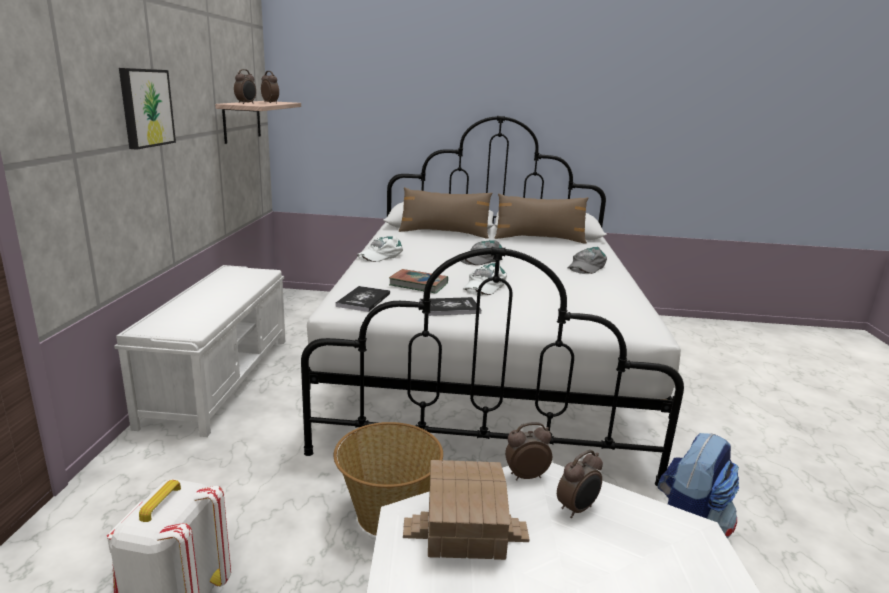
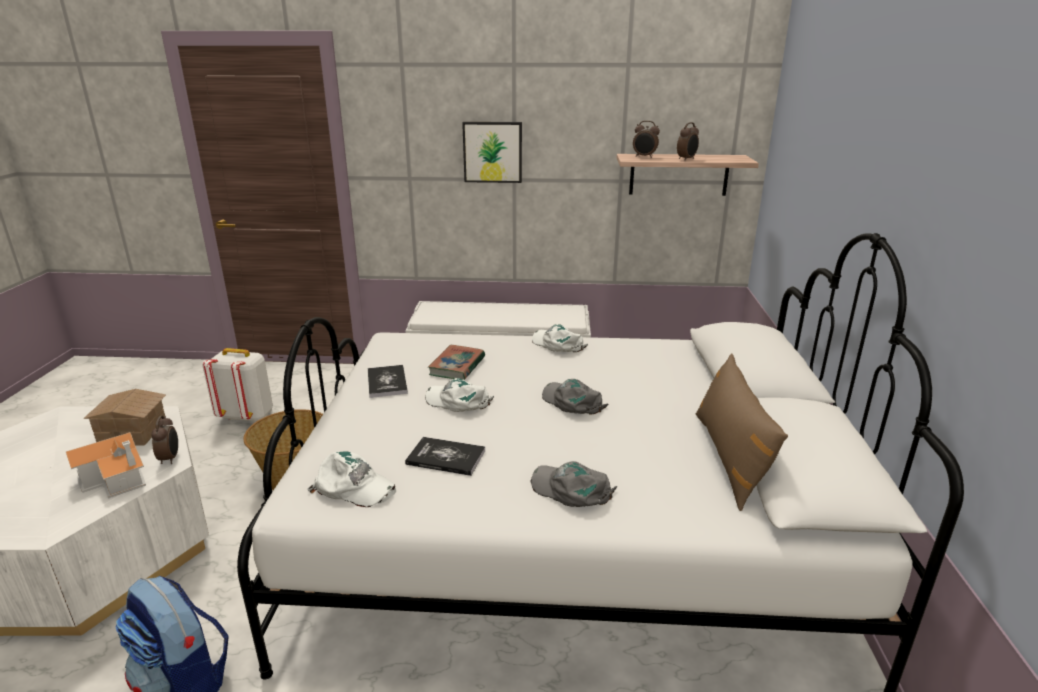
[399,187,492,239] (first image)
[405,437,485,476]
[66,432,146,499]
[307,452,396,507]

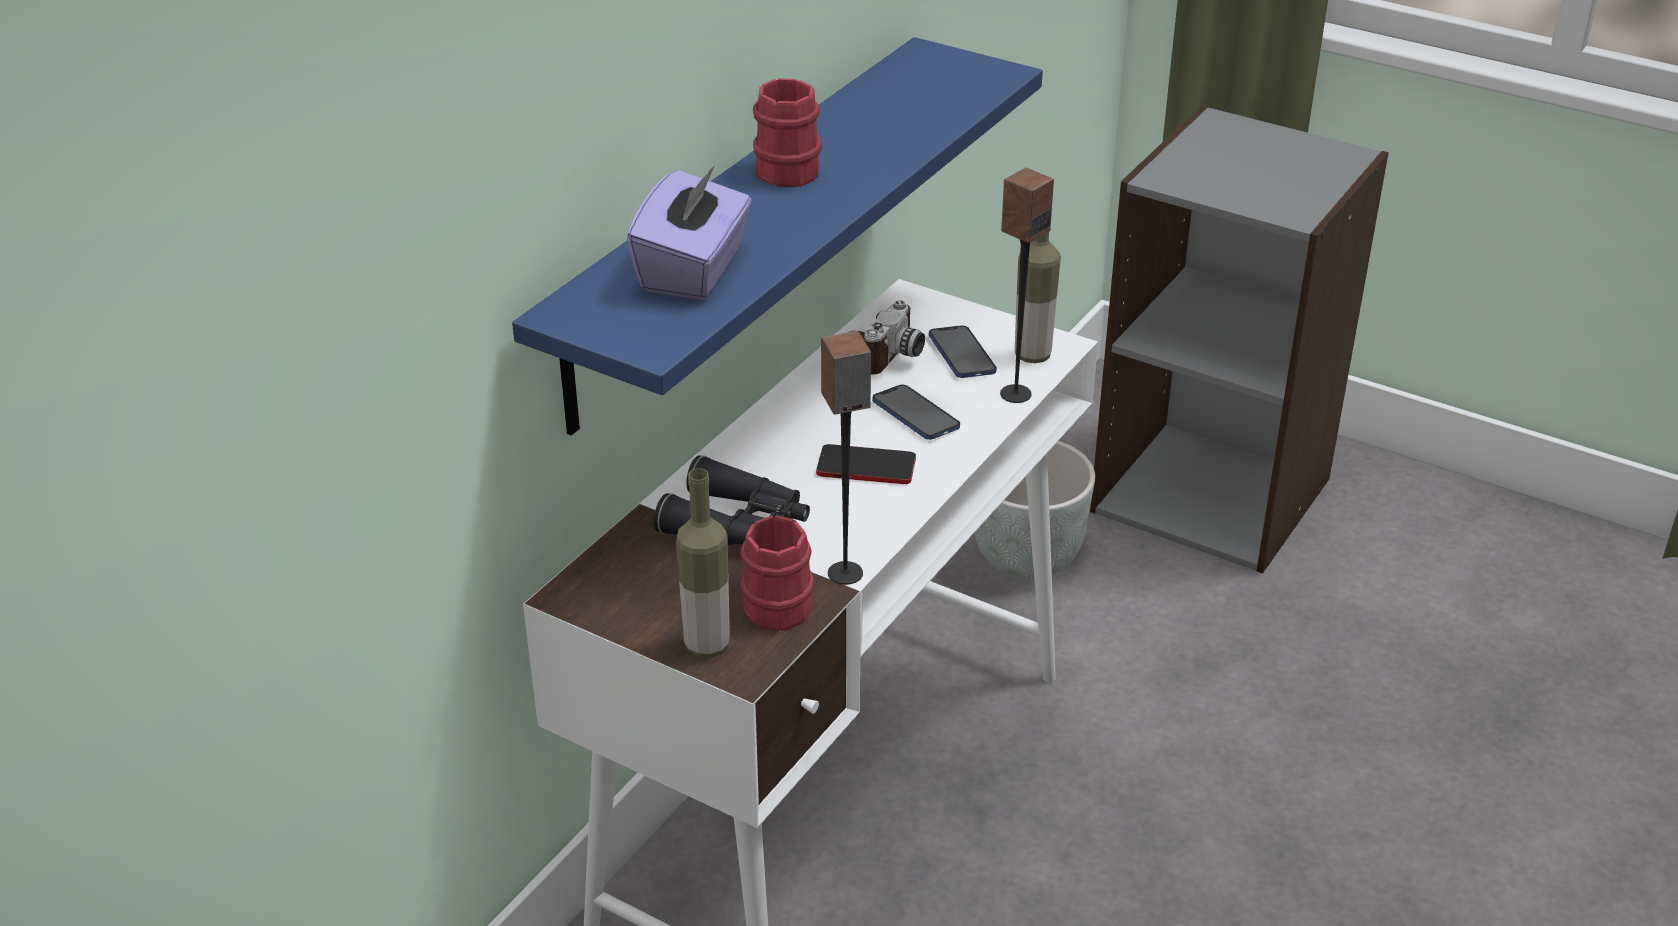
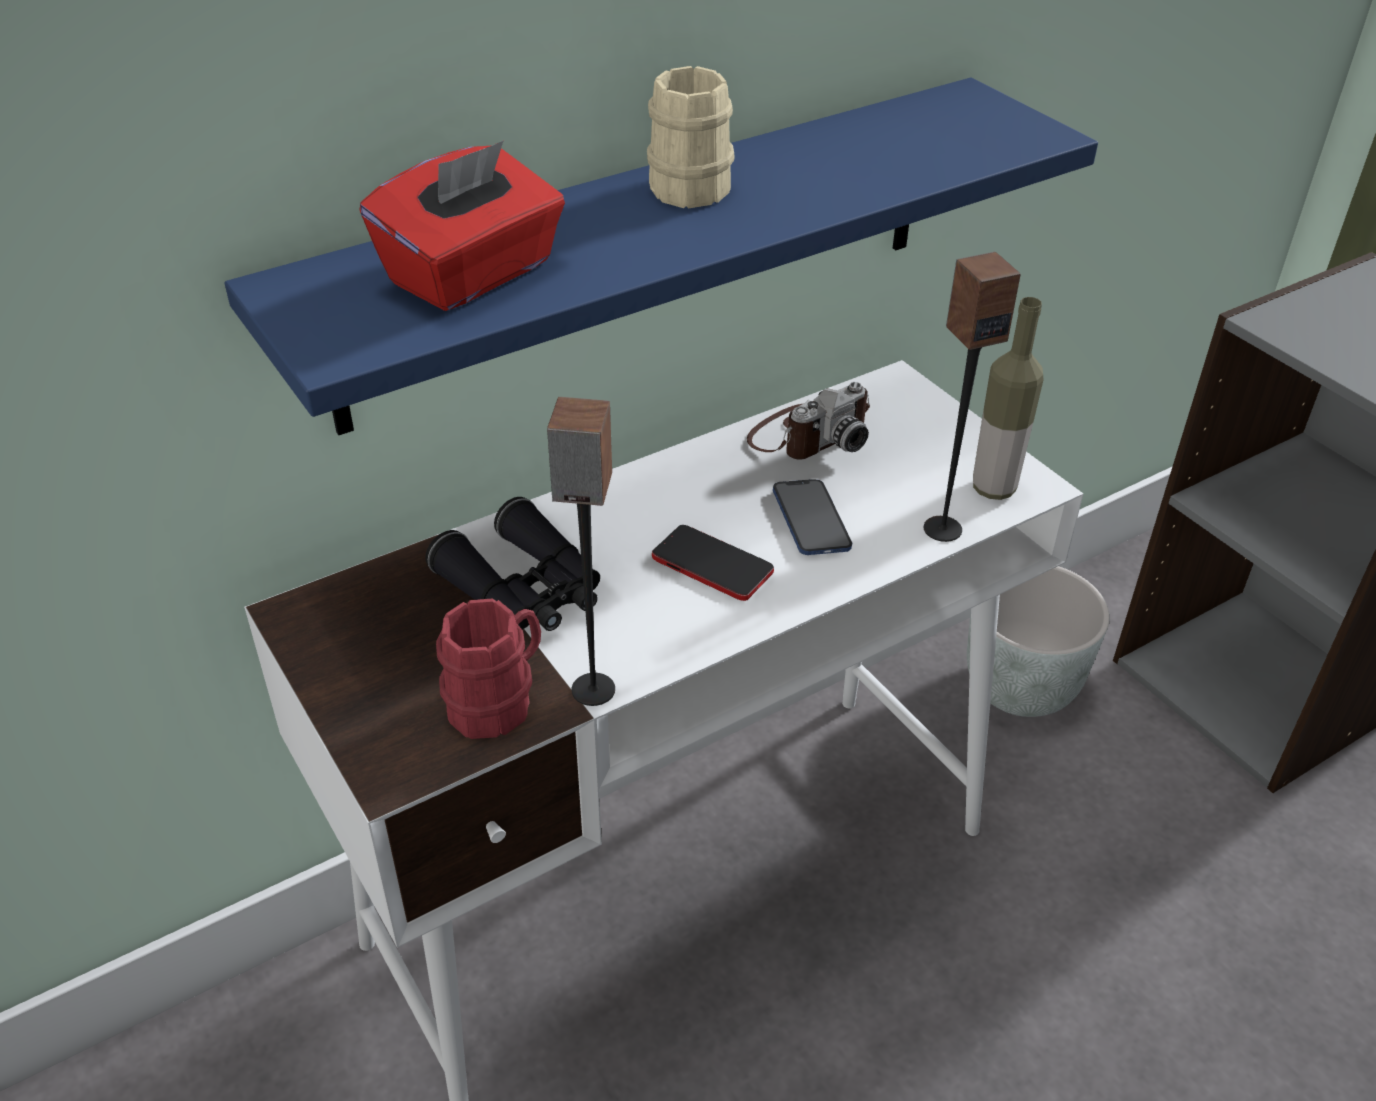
[647,66,735,209]
[360,141,565,311]
[928,325,997,378] (first image)
[676,469,730,658] (first image)

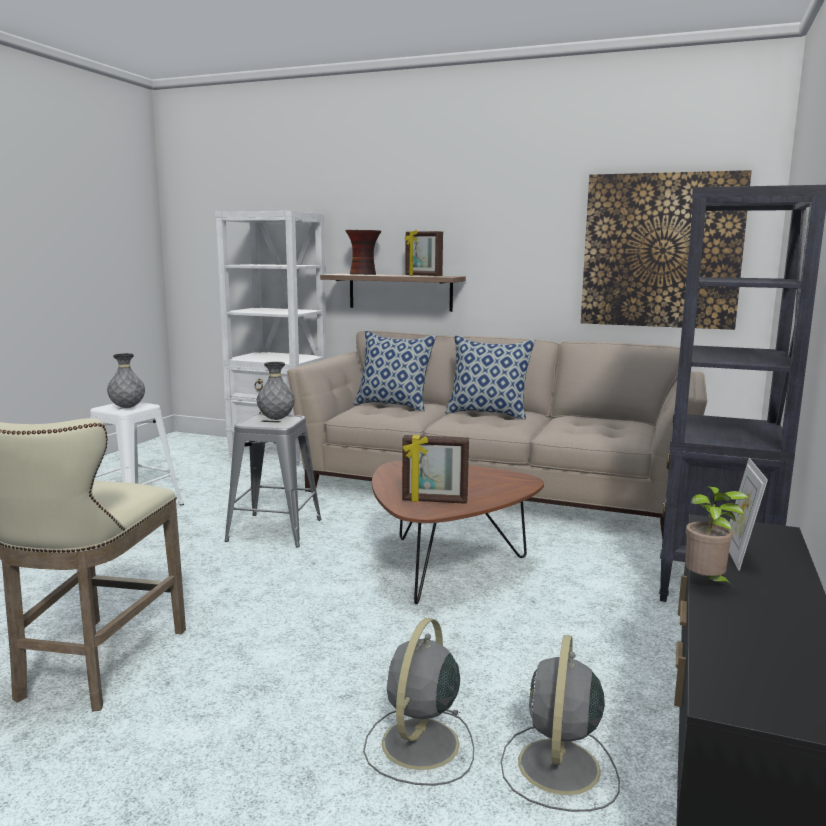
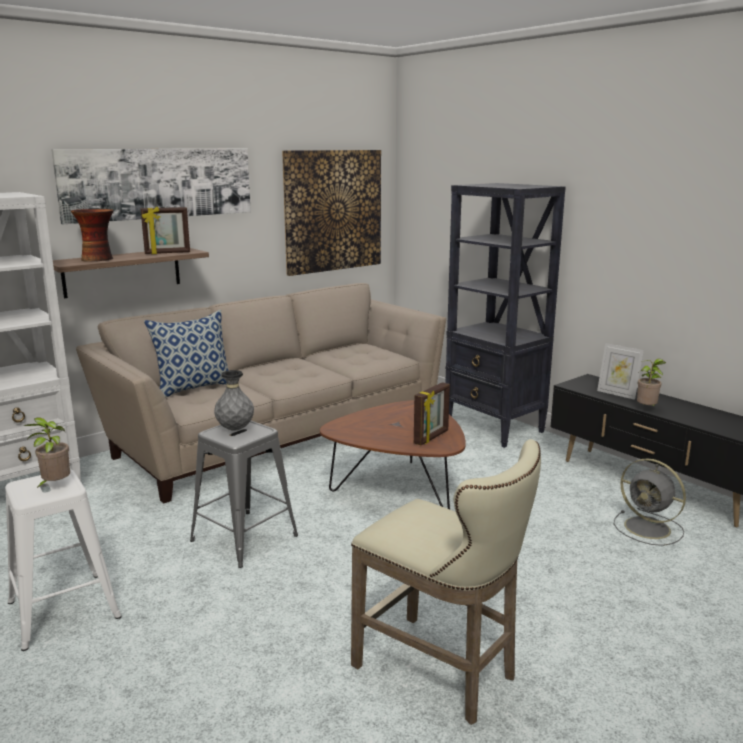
[446,336,535,420] (first image)
[23,418,70,489]
[363,618,474,786] (first image)
[51,149,251,224]

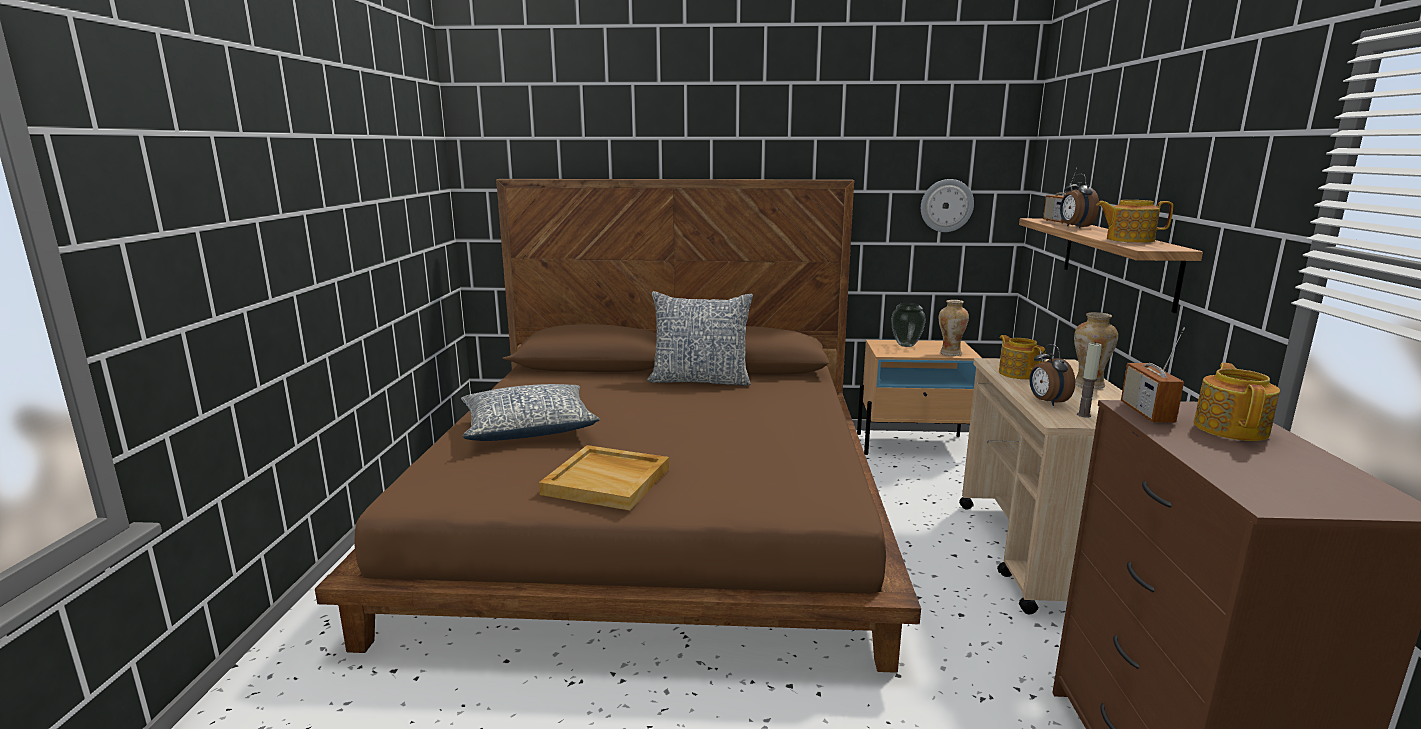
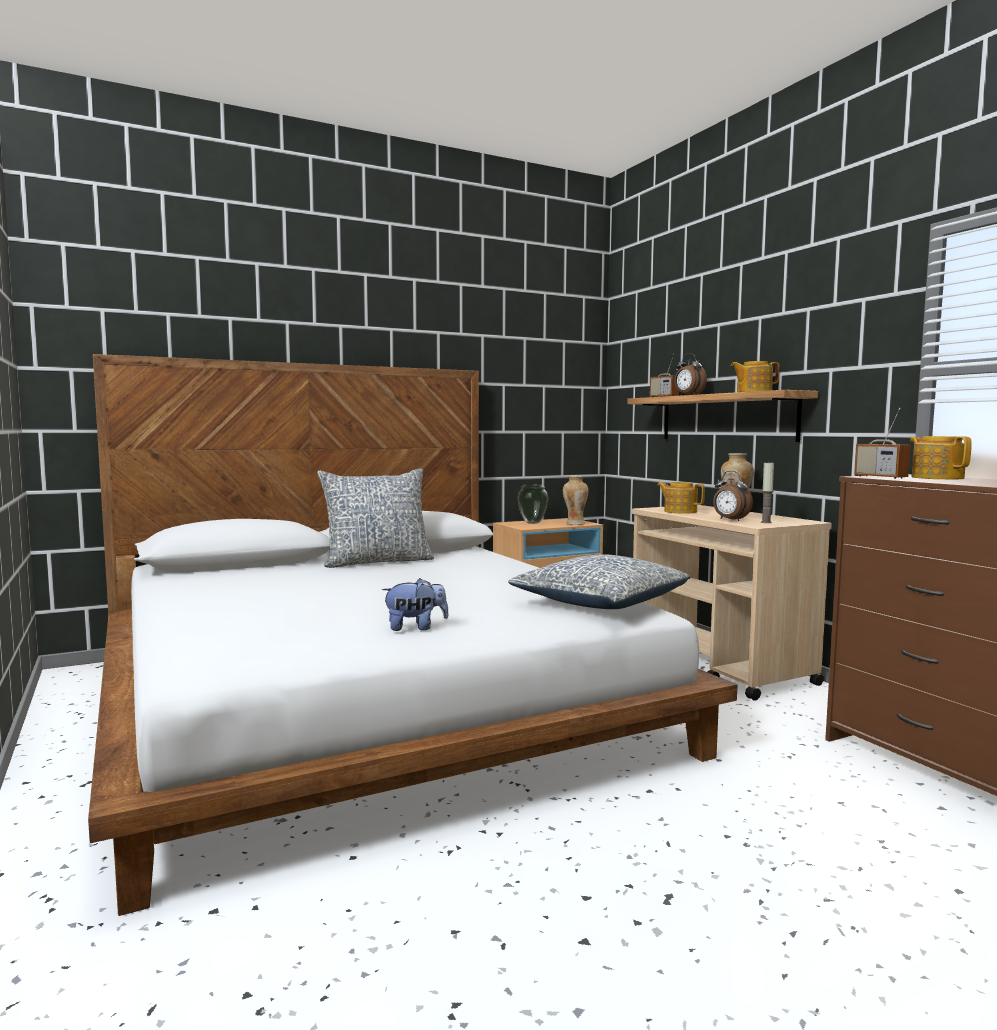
[88,354,738,916]
[921,179,974,232] (first image)
[508,554,691,609]
[382,578,449,631]

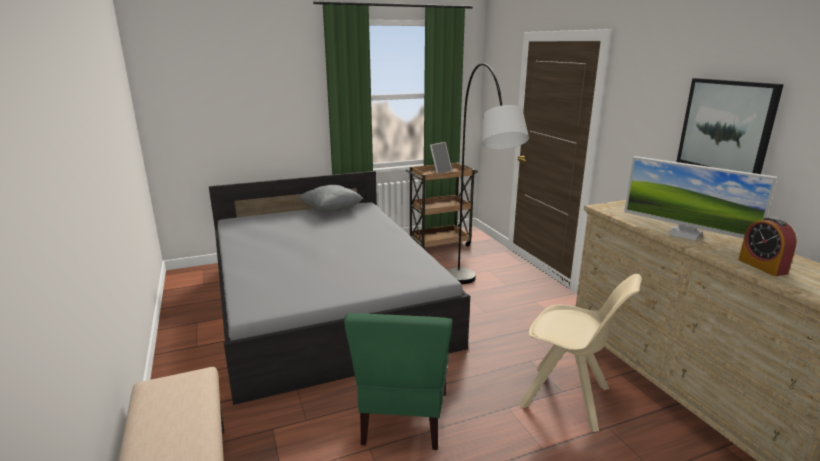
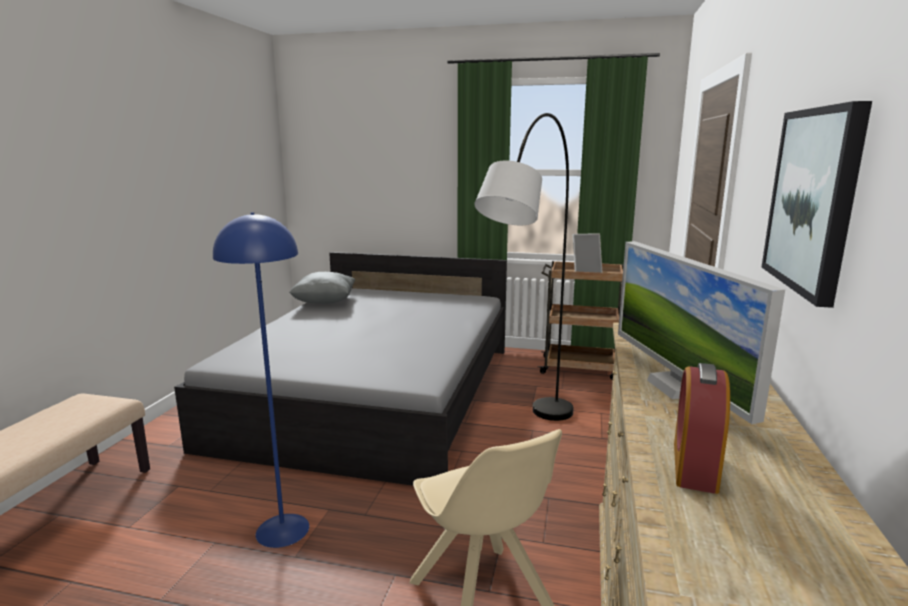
[289,272,355,304]
[213,212,309,548]

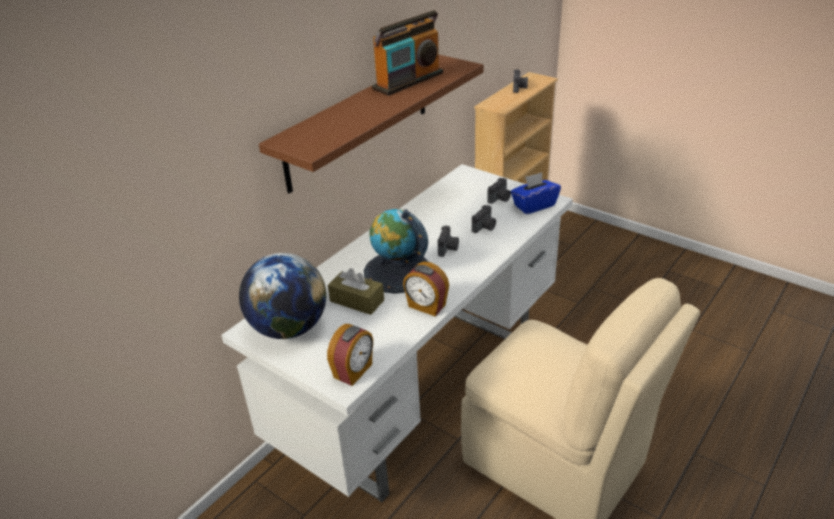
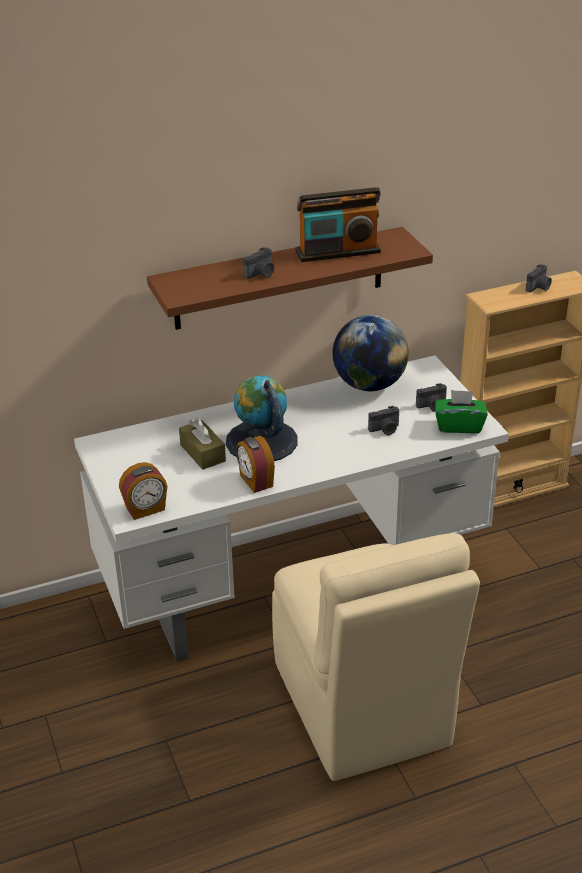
[435,390,488,433]
[243,247,274,279]
[332,315,409,391]

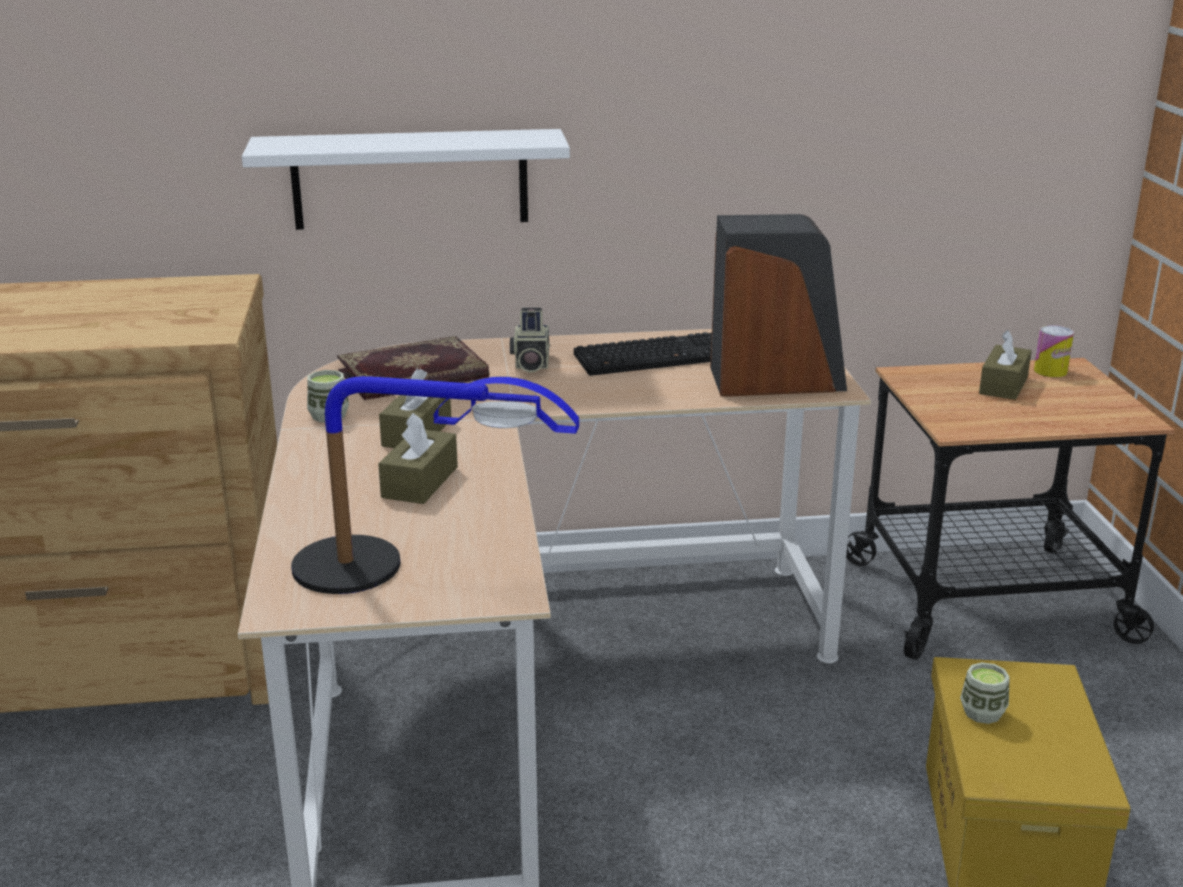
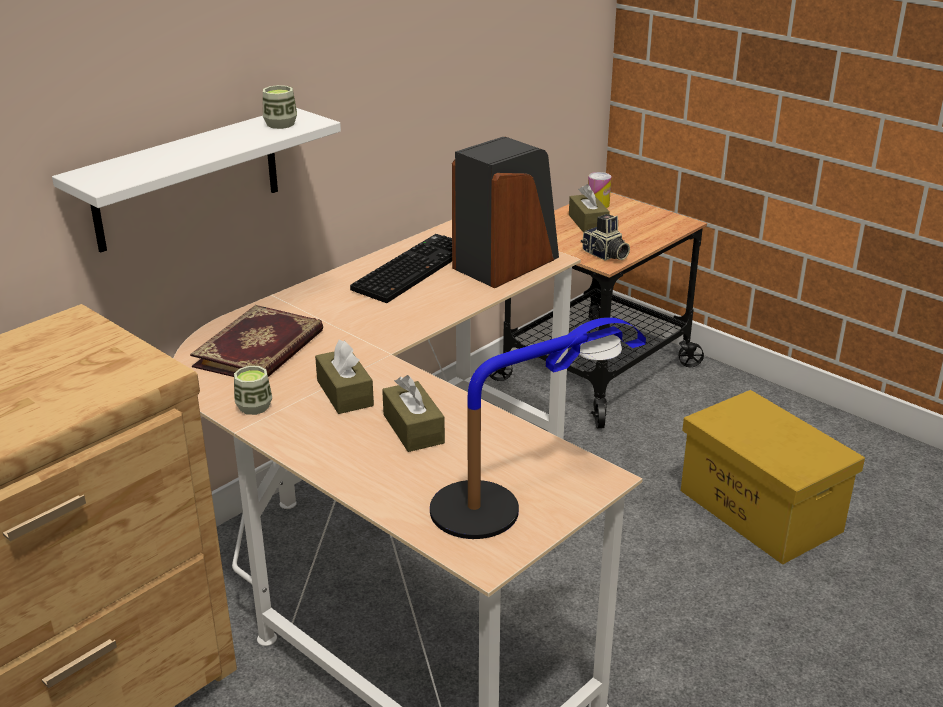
[581,214,630,261]
[263,85,297,129]

